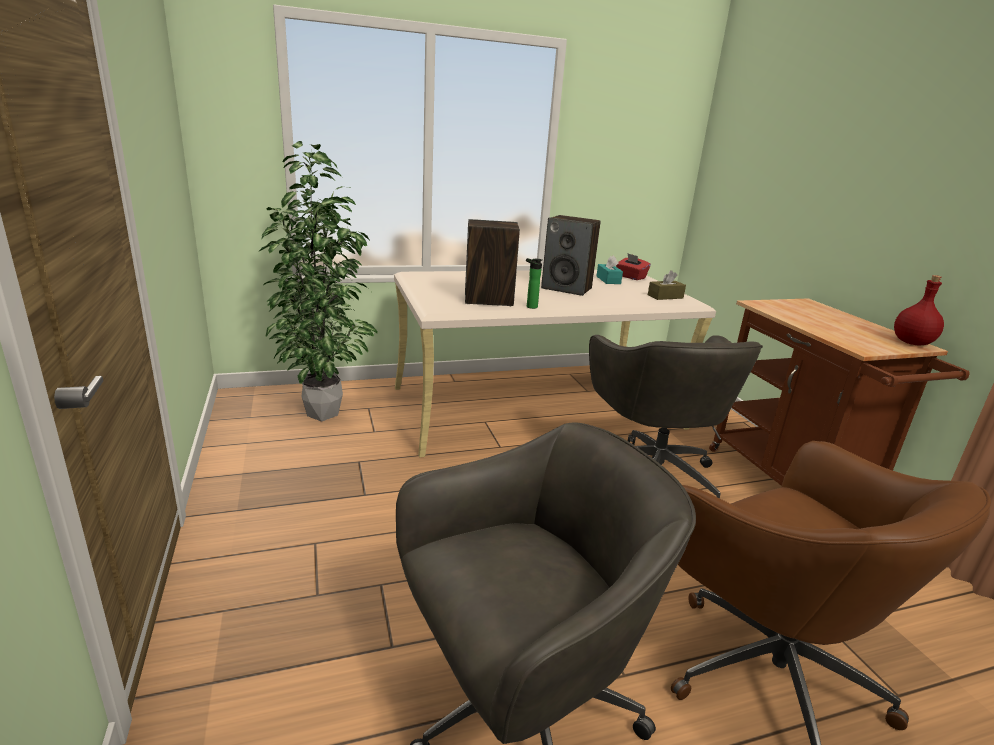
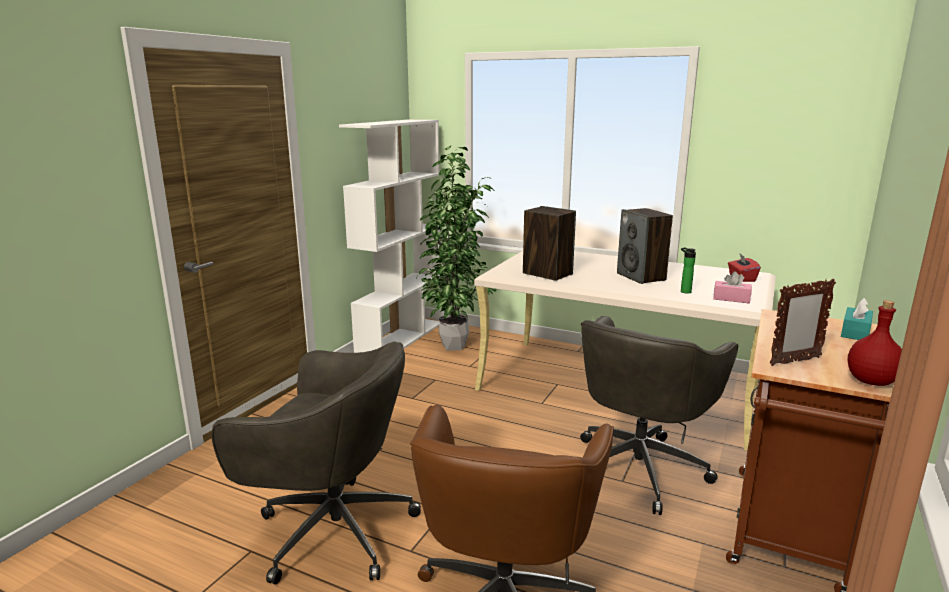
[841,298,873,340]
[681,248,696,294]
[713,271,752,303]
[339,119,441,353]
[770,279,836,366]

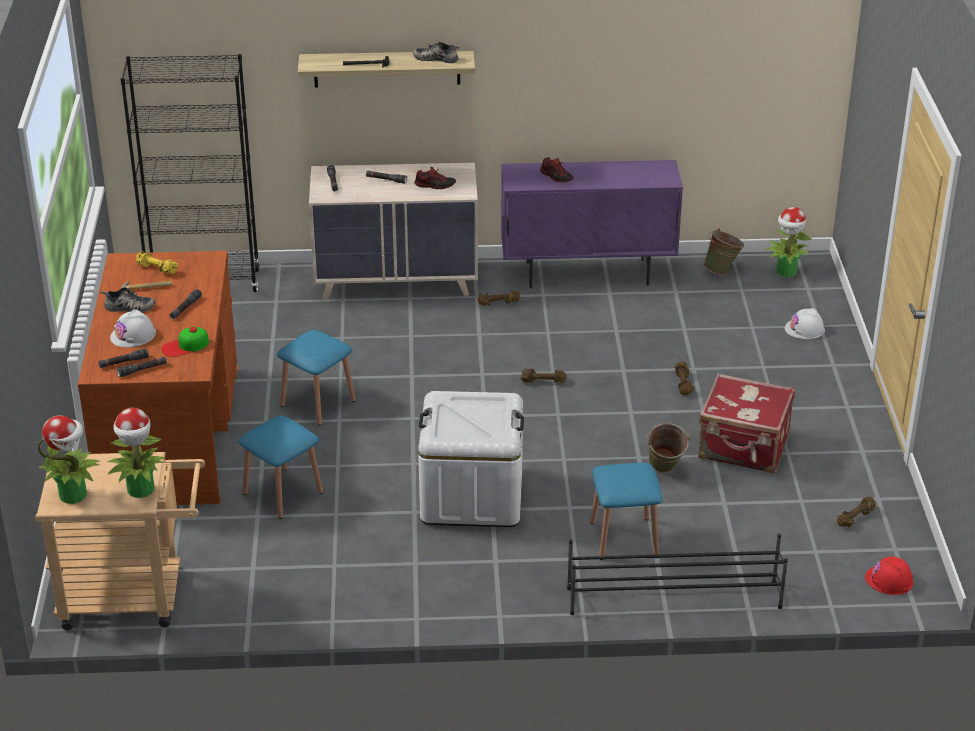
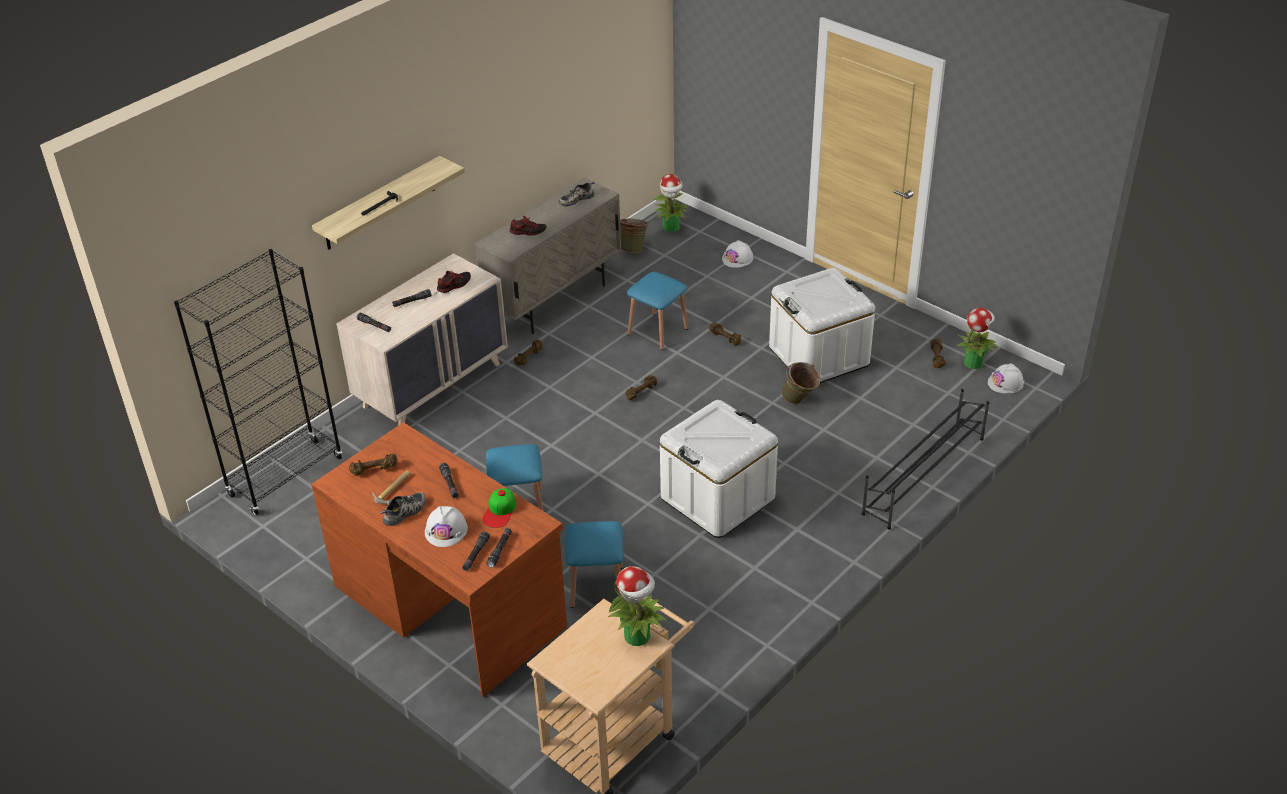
[559,182,594,206]
[474,178,621,334]
[349,454,397,476]
[769,268,875,383]
[957,308,999,369]
[627,272,688,350]
[988,363,1024,394]

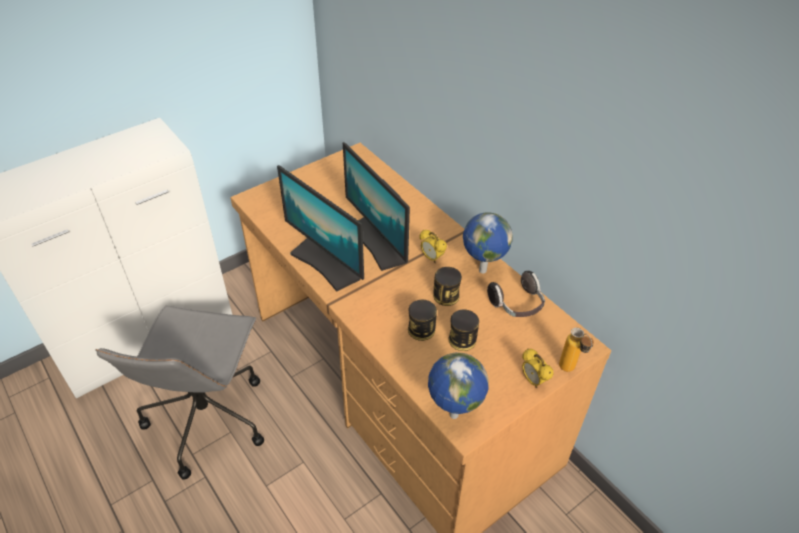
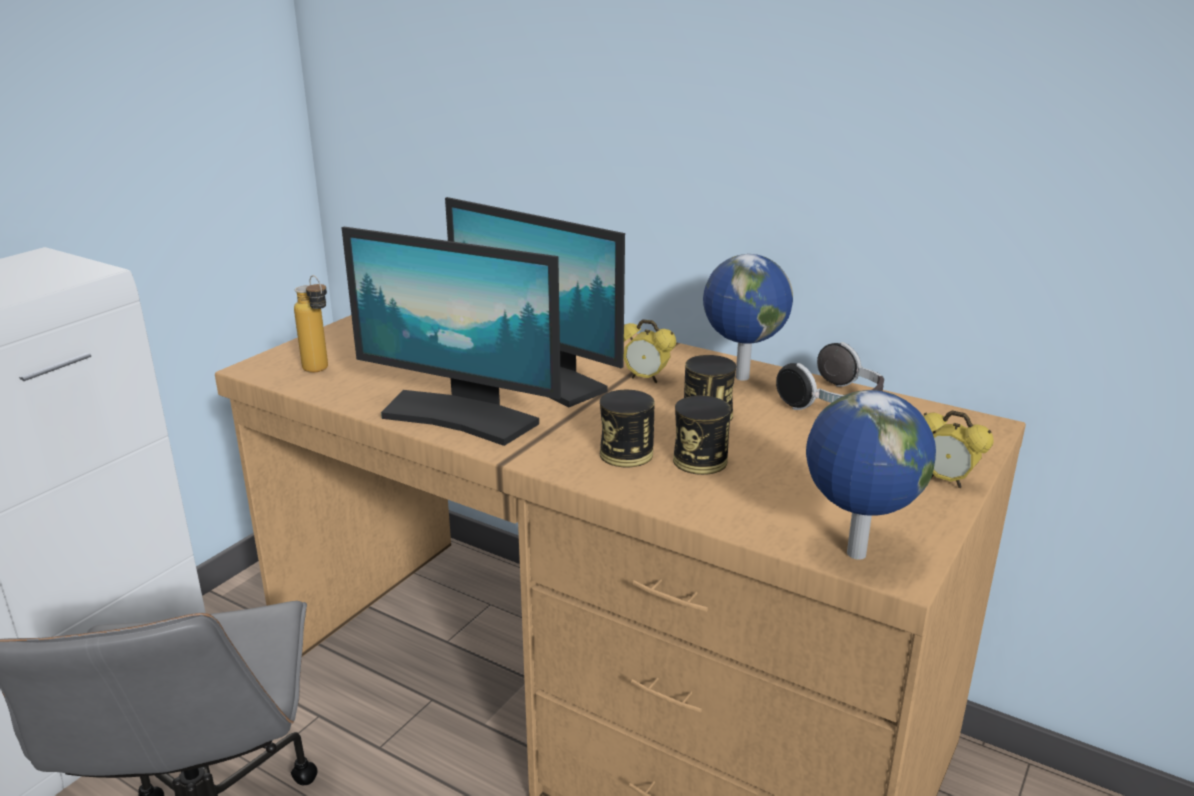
[600,390,655,468]
[294,275,328,373]

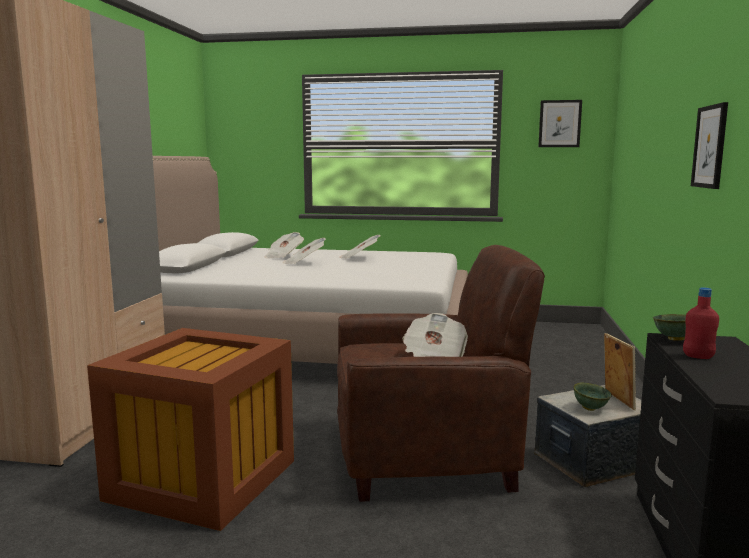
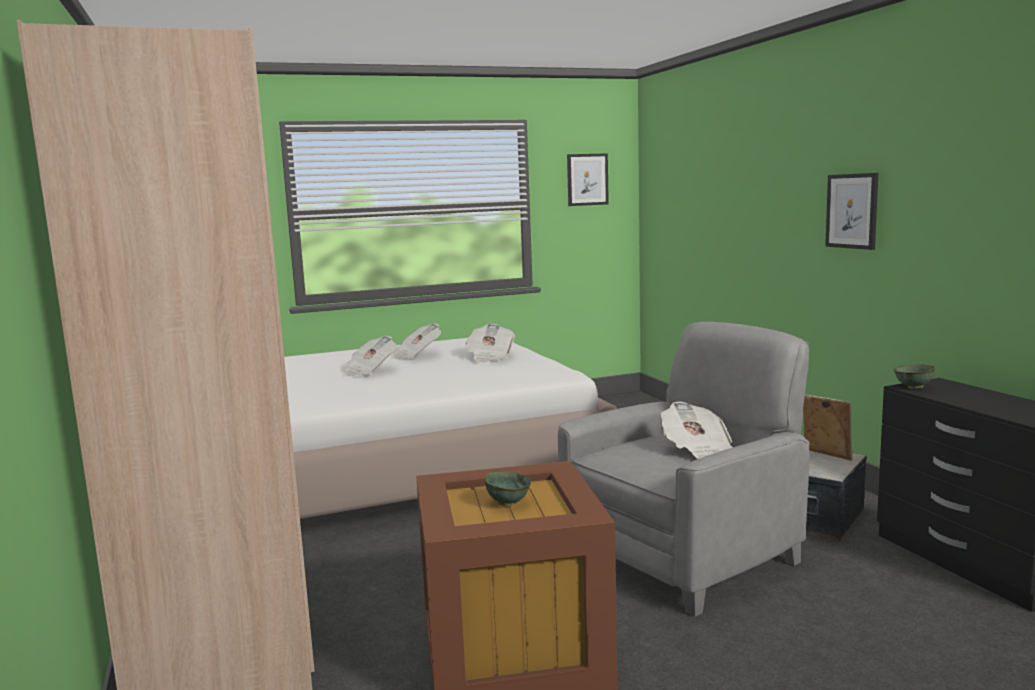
[466,324,516,363]
[558,322,810,617]
[683,287,719,359] (first image)
[484,471,531,506]

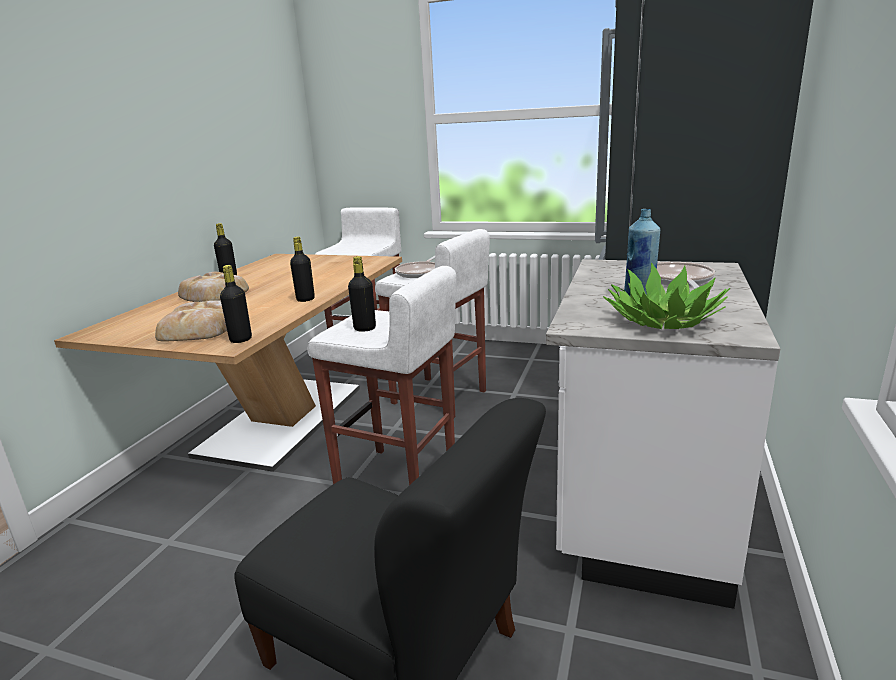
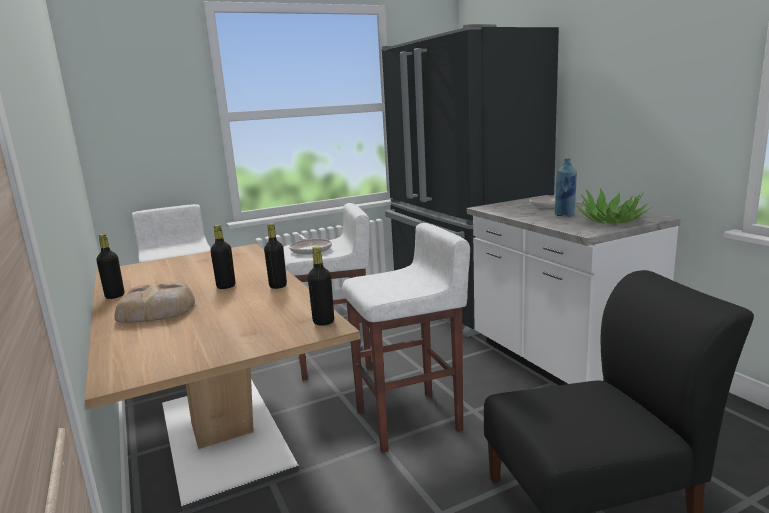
[210,225,235,289]
[155,301,227,342] (first image)

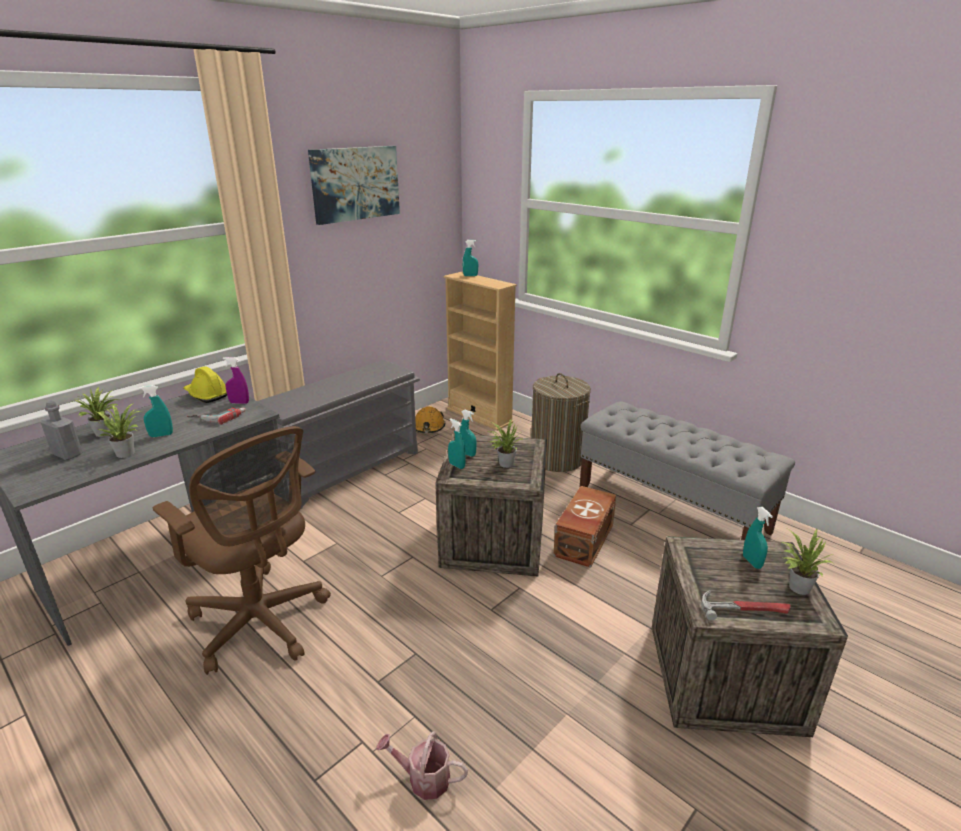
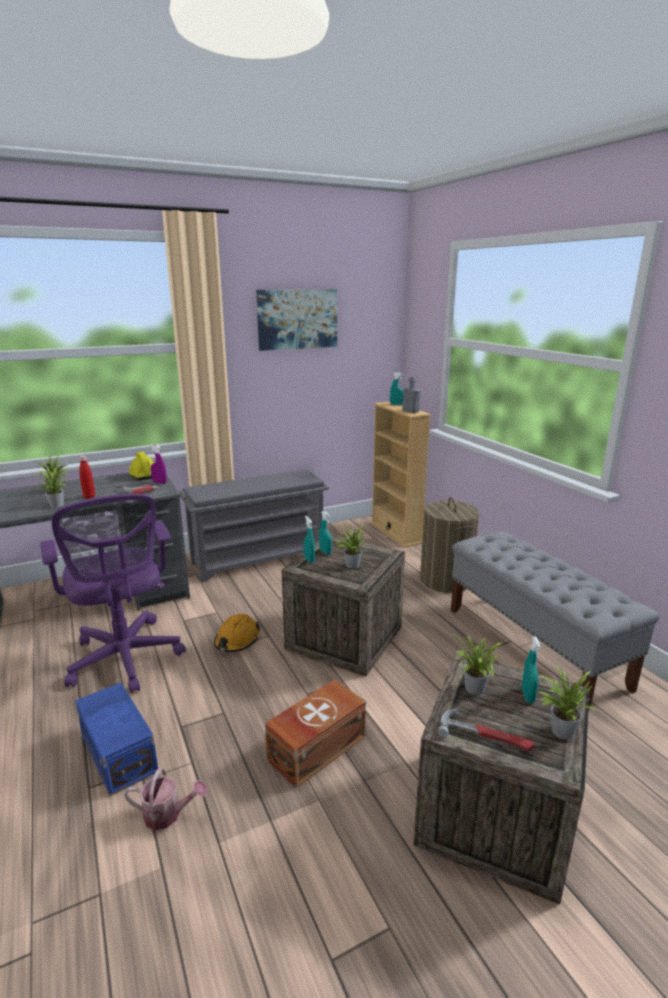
[79,456,95,499]
[402,376,421,413]
[214,614,260,652]
[40,494,186,693]
[265,679,366,788]
[124,768,207,830]
[452,634,503,695]
[75,682,158,796]

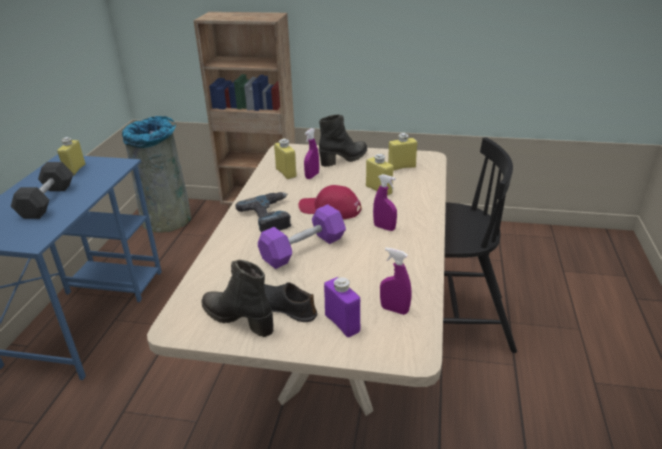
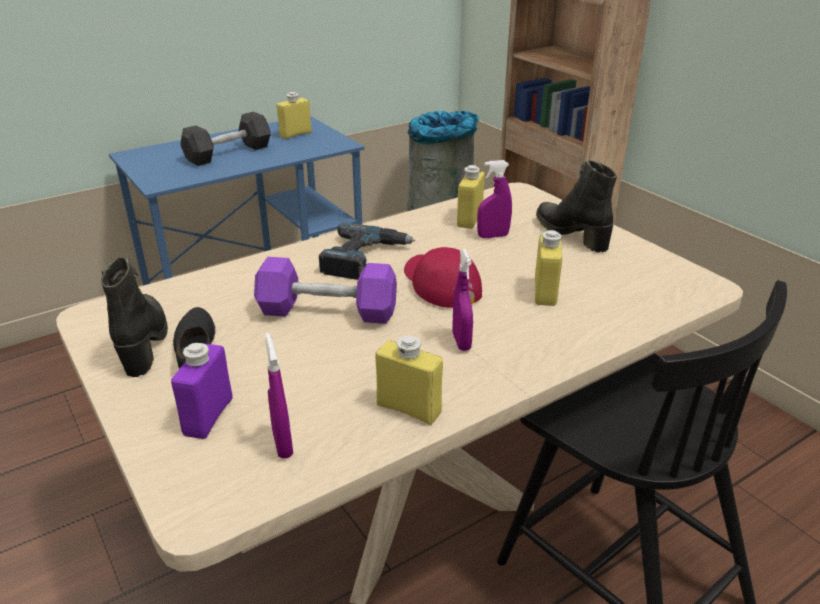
[536,160,617,252]
[375,336,443,425]

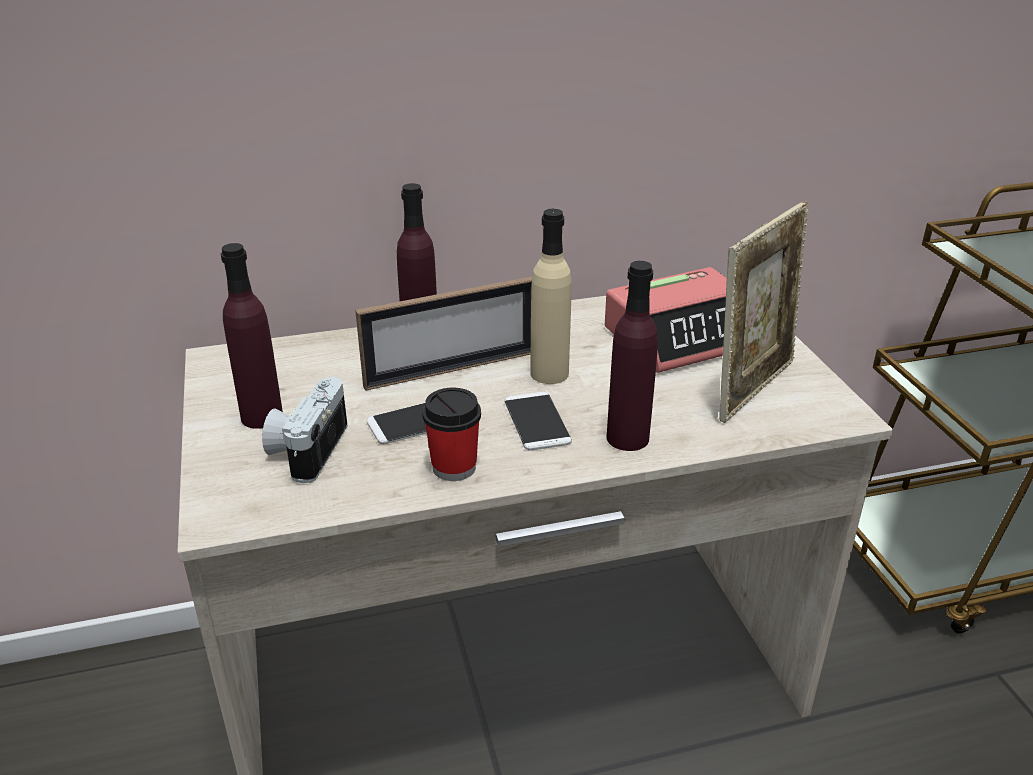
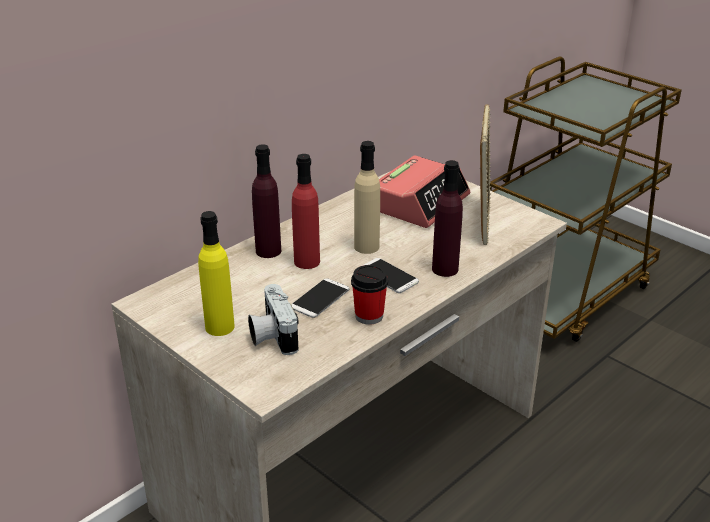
[198,211,235,336]
[292,154,320,269]

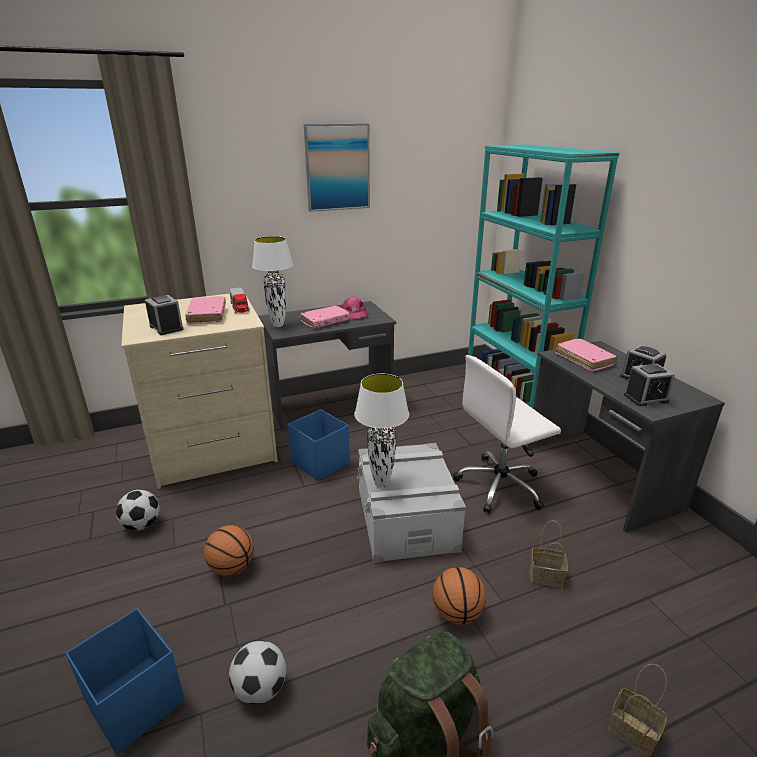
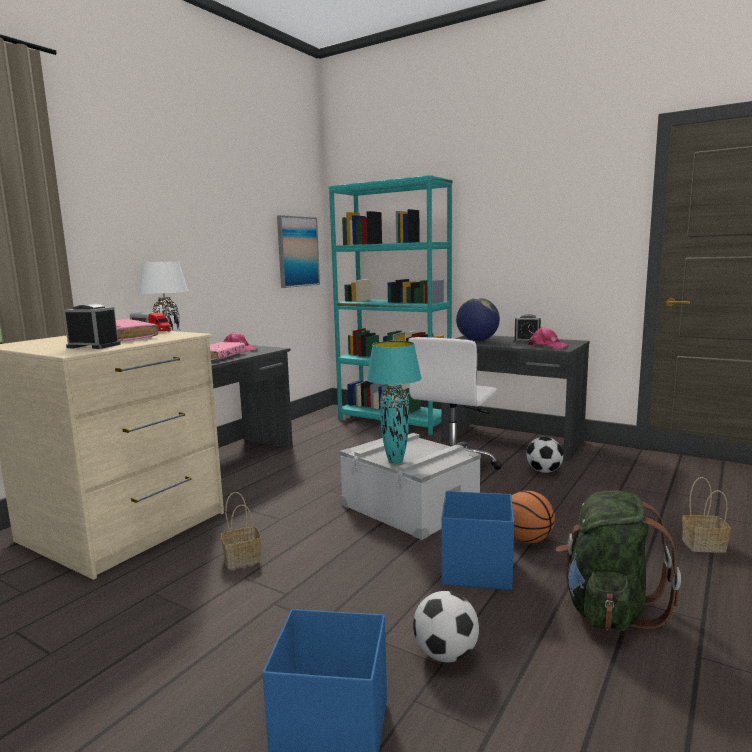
[277,215,320,288]
[456,298,500,341]
[528,327,569,349]
[366,341,422,464]
[441,491,514,590]
[526,437,563,473]
[221,492,261,569]
[204,525,254,576] (first image)

